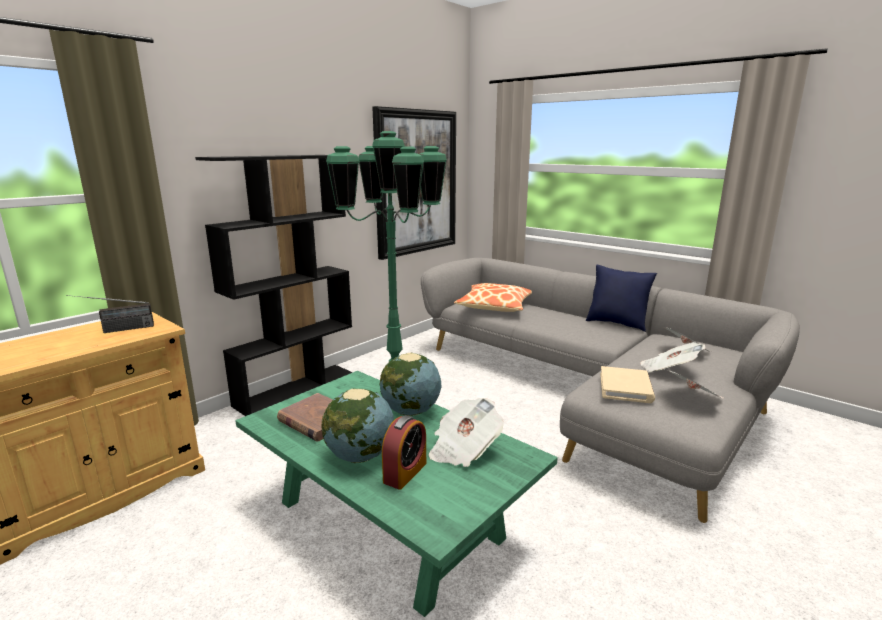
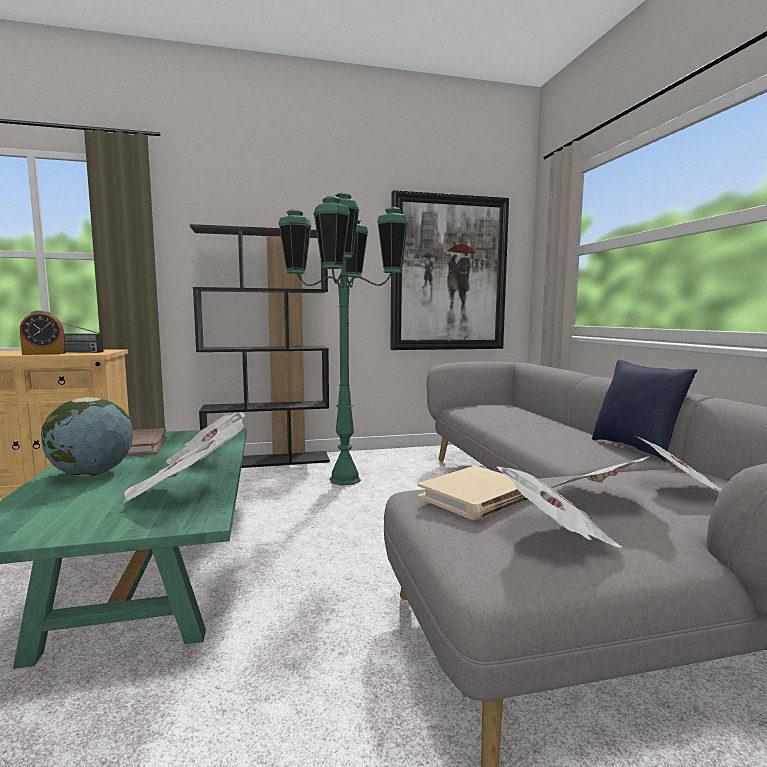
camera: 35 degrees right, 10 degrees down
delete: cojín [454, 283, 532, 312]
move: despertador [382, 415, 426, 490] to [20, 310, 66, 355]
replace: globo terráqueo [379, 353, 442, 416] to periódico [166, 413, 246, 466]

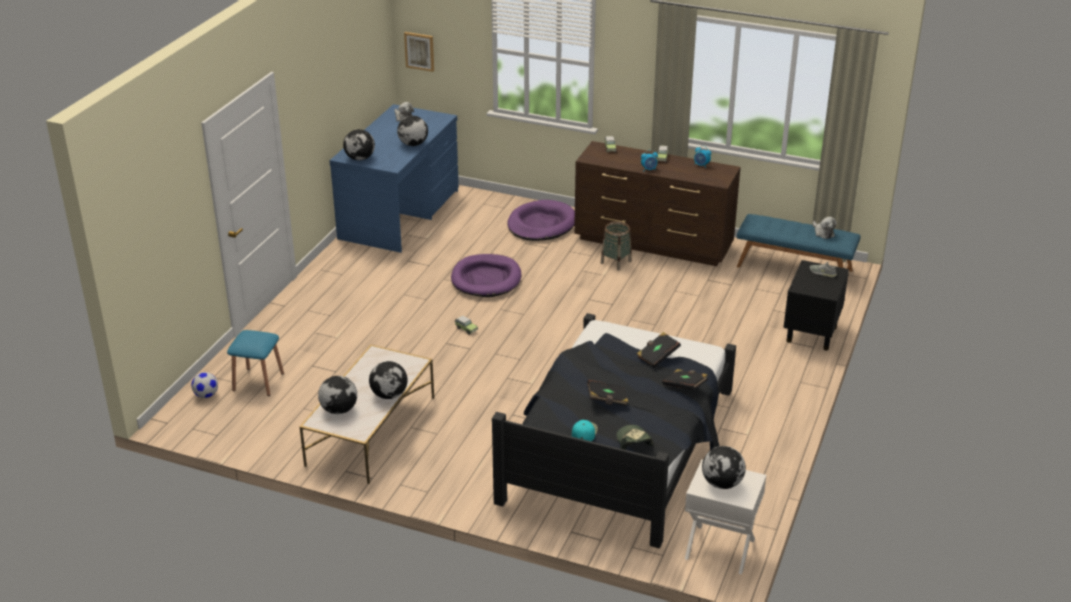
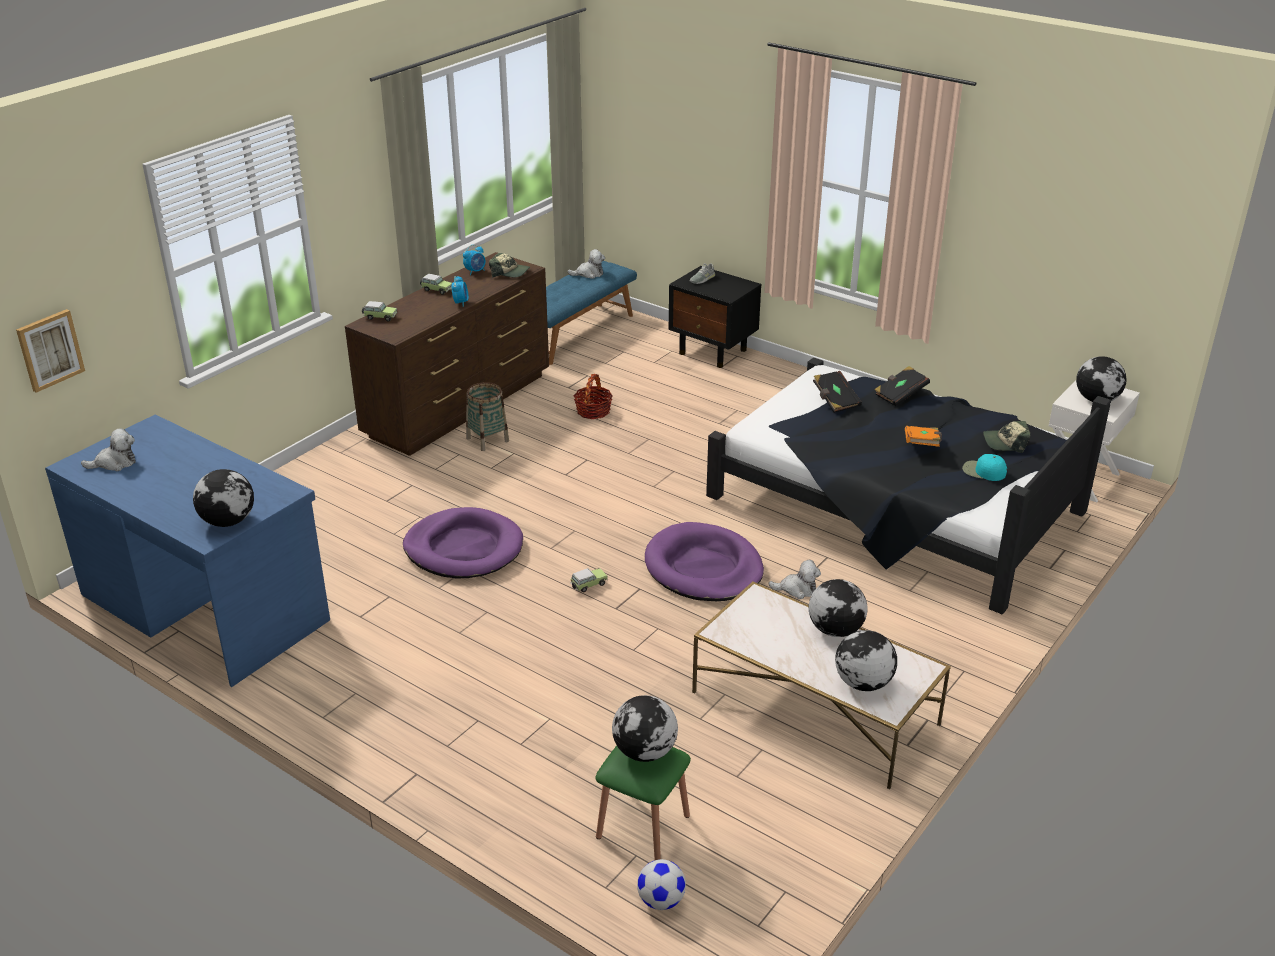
camera: 75 degrees left, 0 degrees up
insert: gorra [489, 253, 530, 278]; cesta [574, 374, 613, 419]; peluche [768, 560, 821, 599]
move: globo terráqueo [397, 116, 428, 146] to [612, 695, 678, 762]; cama para perro (morado) [507, 200, 575, 241] to [645, 522, 764, 601]
recolor: taburete (azul) [227, 330, 284, 396] to taburete (verde) [595, 745, 691, 860]; libro (negro) [587, 380, 628, 406] to libro (naranja) [905, 426, 942, 447]

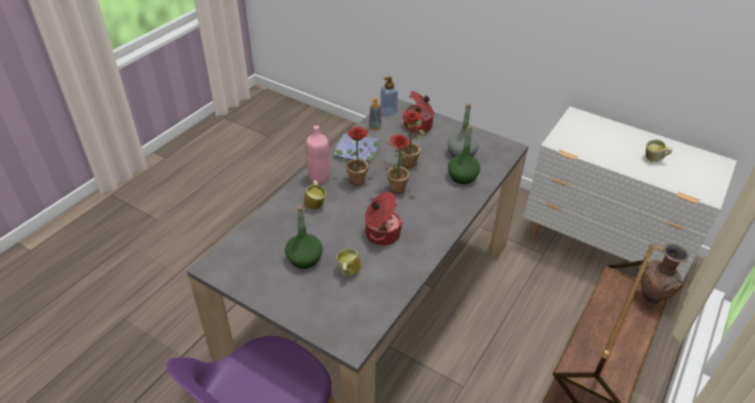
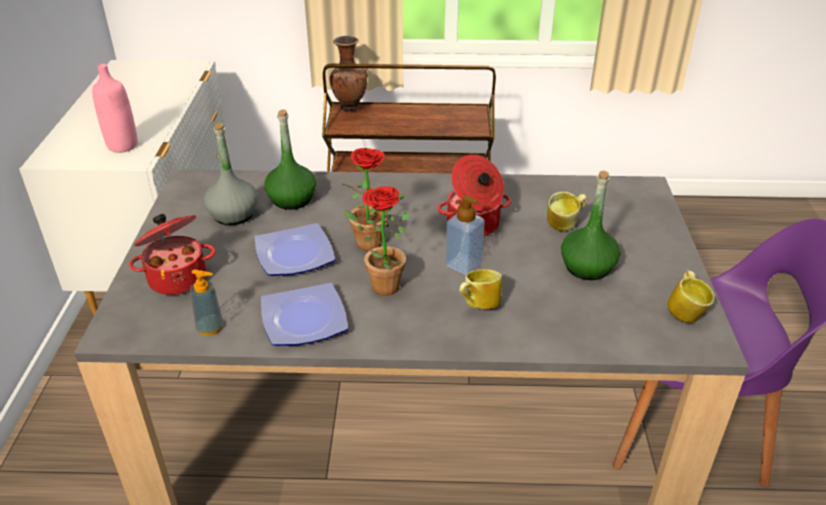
camera: 120 degrees left, 5 degrees down
move: dispensador de jabón [380, 76, 398, 116] to [446, 195, 485, 275]; botella (rosa) [306, 125, 330, 184] to [92, 64, 138, 153]; taza grande [646, 139, 672, 162] to [668, 270, 714, 323]
replace: planta en maceta [388, 111, 425, 169] to plato [254, 223, 335, 276]

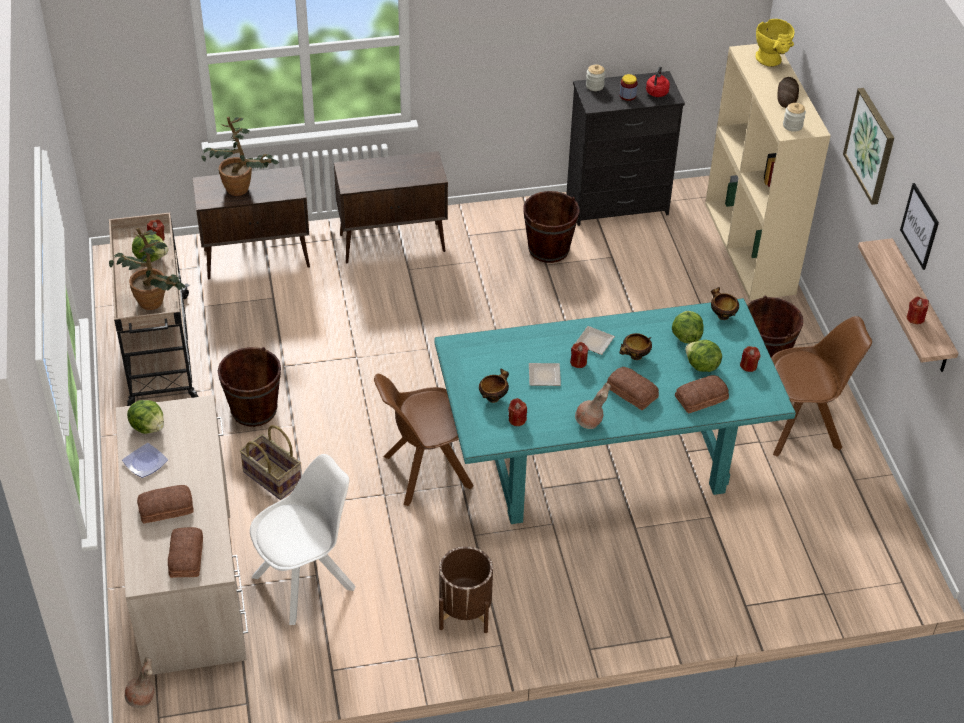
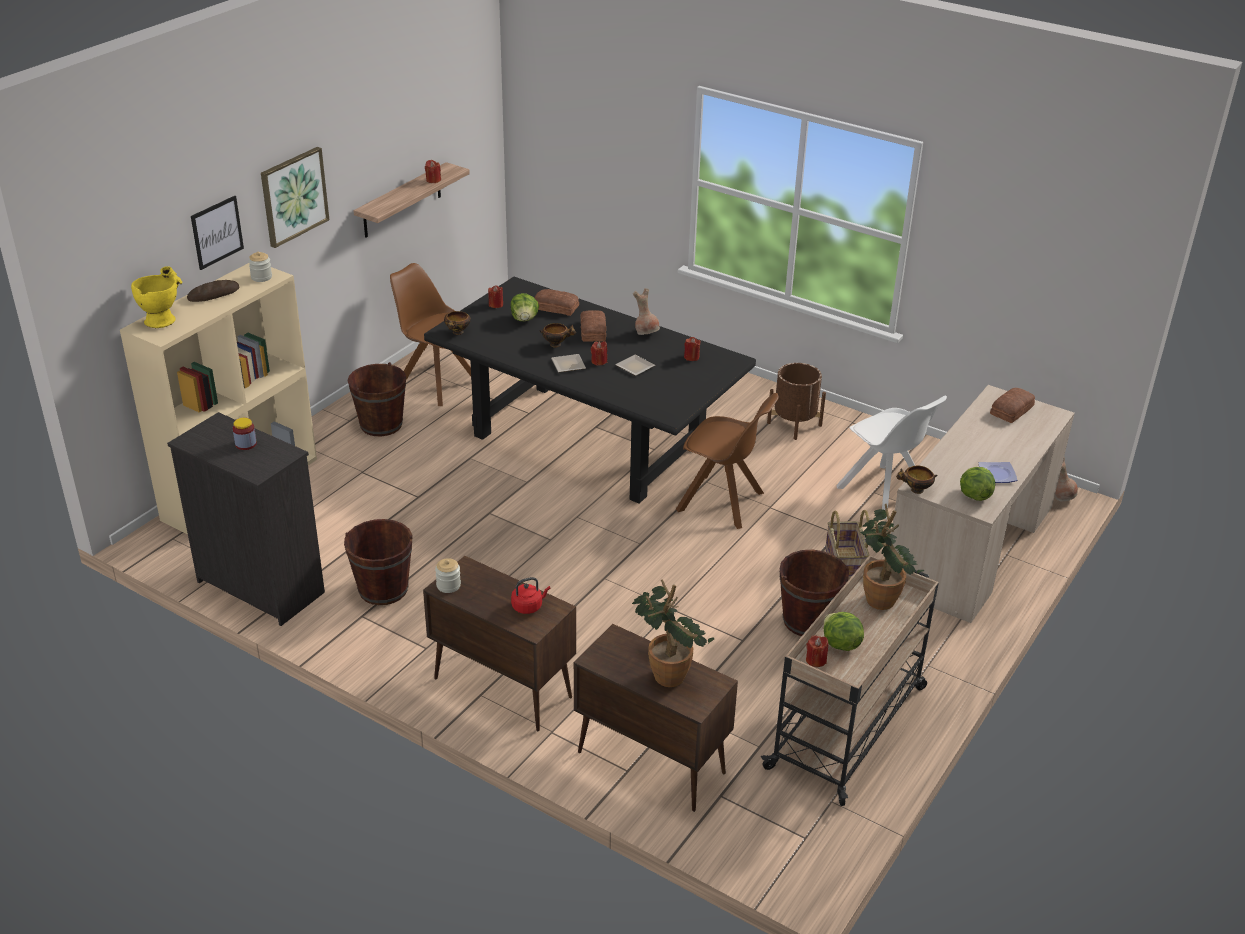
camera: 135 degrees left, 10 degrees down
delete: lechuga [672, 311, 704, 344]; pan [137, 485, 194, 524]
move: tarro [586, 65, 605, 91] to [435, 558, 461, 593]; hervidor (rojo) [646, 66, 670, 97] to [511, 577, 551, 614]; cuadro [900, 183, 939, 270] to [191, 196, 244, 270]; cuenco [479, 368, 509, 403] to [896, 466, 938, 494]
recolor: mesa de comedor (turquesa) [435, 298, 796, 524] to mesa de comedor (negro) [424, 277, 756, 503]
rotate: silla (blanco) [250, 454, 356, 625] = [836, 396, 947, 519] 135 degrees counterclockwise

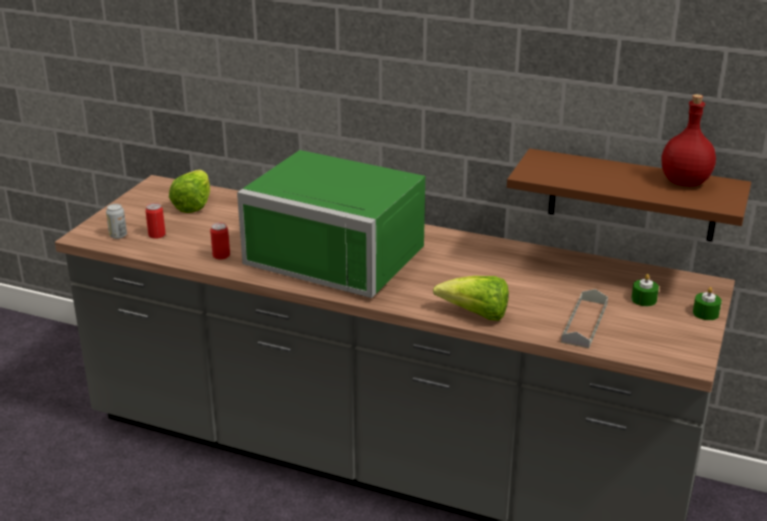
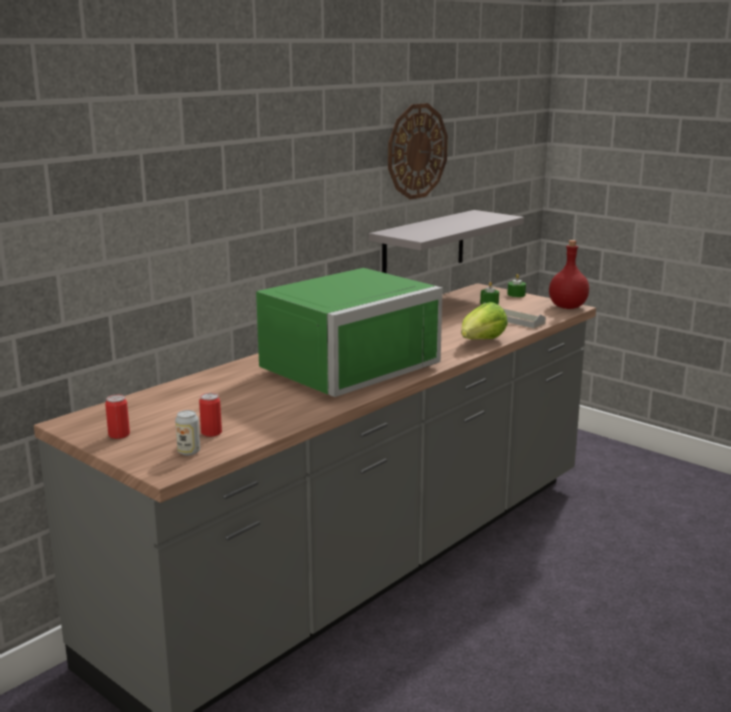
camera: 70 degrees left, 10 degrees down
delete: lechuga [169, 170, 210, 213]
insert: reloj de pared [388, 103, 448, 200]
move: botella (rojo) [662, 94, 716, 186] to [549, 240, 589, 309]; lata [210, 223, 230, 259] to [105, 395, 130, 439]
recolor: estante (marrón) [507, 148, 751, 242] to estante (gris) [369, 210, 524, 273]

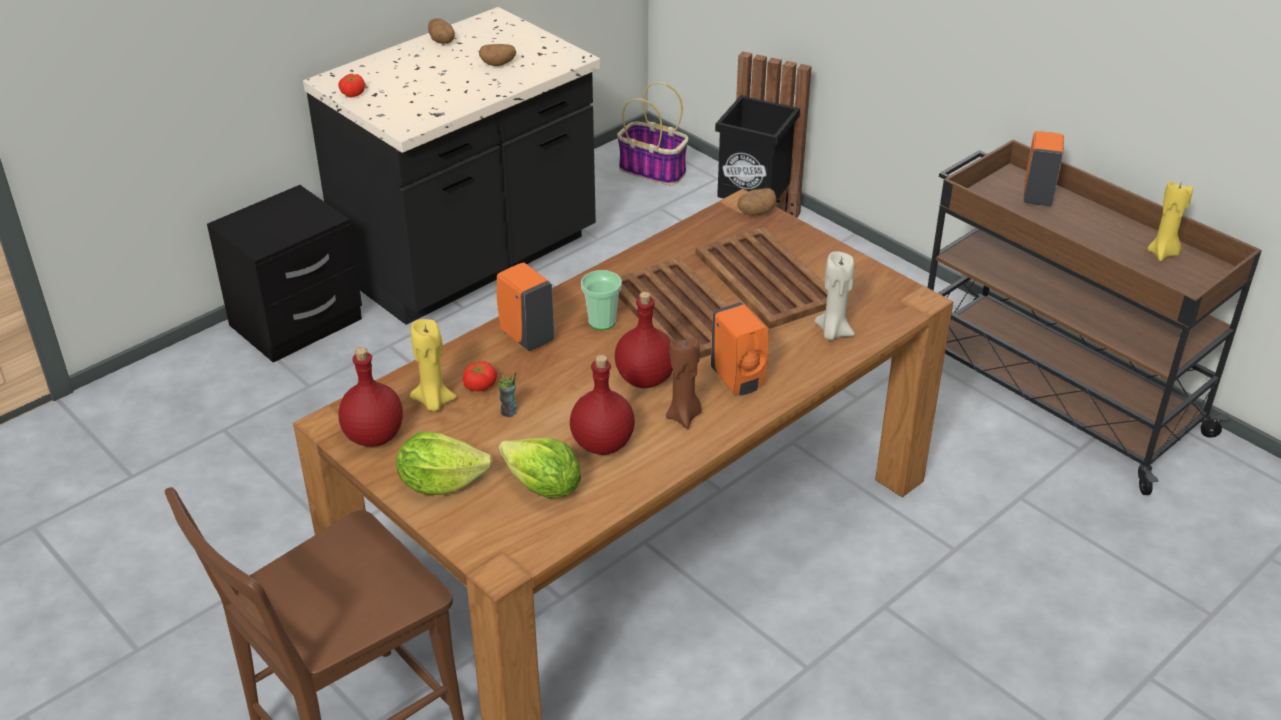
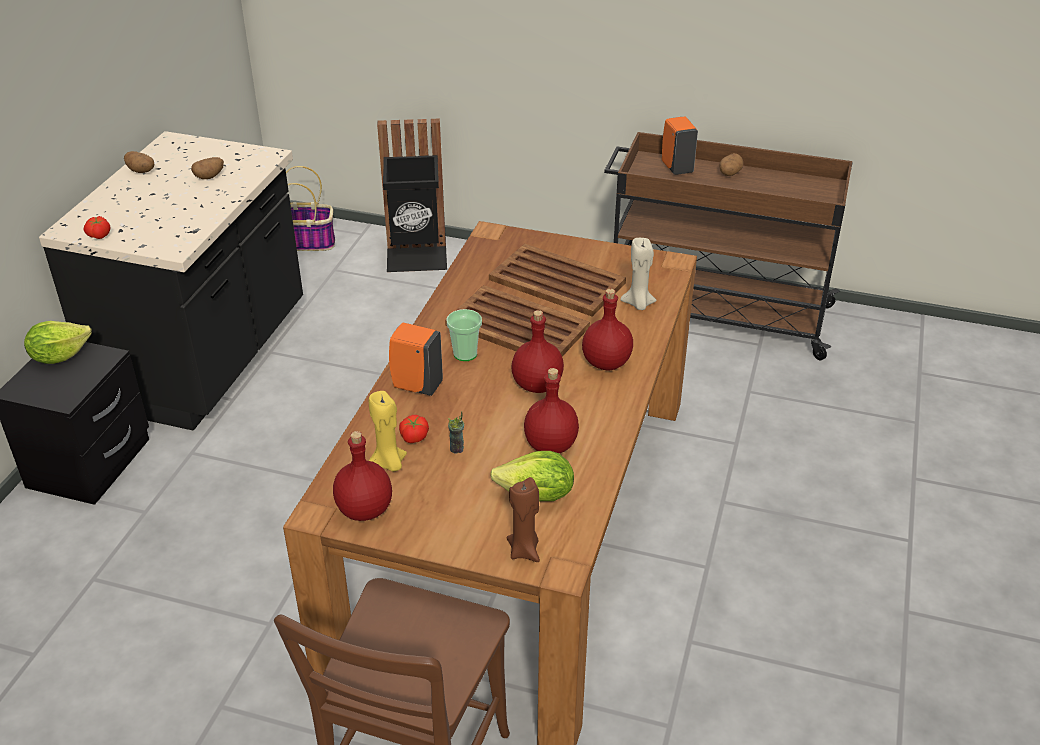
camera: 30 degrees left, 0 degrees up
delete: vela (amarillo) [1147, 181, 1193, 261]
move: patata [737, 188, 776, 216] to [719, 153, 743, 176]; vela (marrón) [666, 338, 702, 429] to [506, 477, 540, 562]; lechuga [396, 432, 493, 495] to [24, 321, 92, 364]
replace: dispensador de jabón (naranja) [711, 302, 768, 396] to botella (rojo) [582, 289, 633, 371]

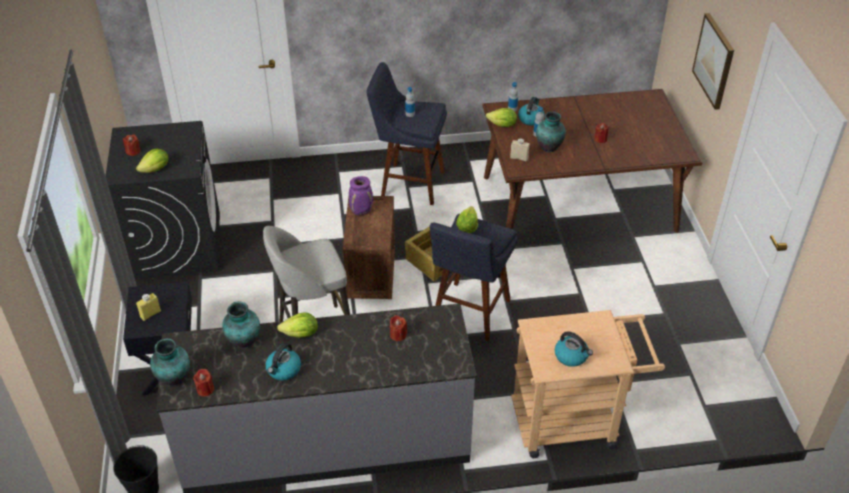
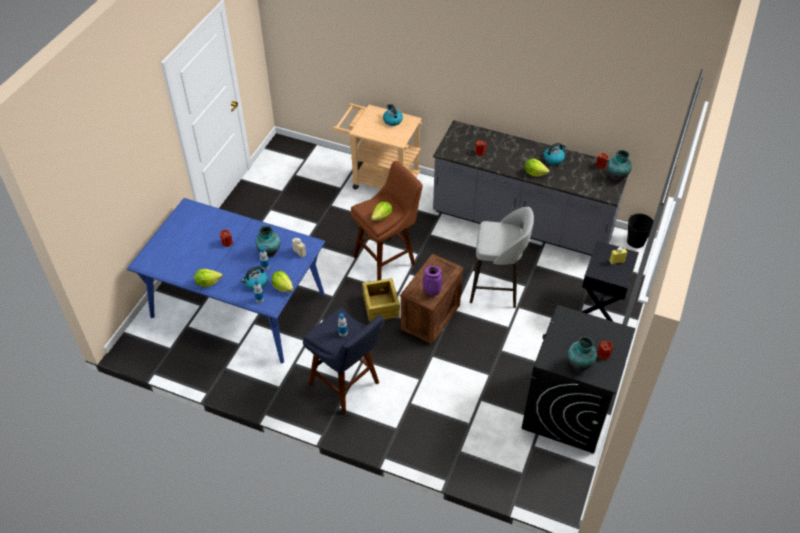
camera: 150 degrees left, 5 degrees up
delete: cuadro [692, 13, 734, 110]
move: lechuga [136, 149, 169, 173] to [194, 269, 223, 287]; florero [222, 301, 260, 349] to [568, 337, 597, 372]
recolor: mesa de comedor (marrón) [482, 89, 702, 233] to mesa de comedor (azul) [127, 198, 325, 363]; taburete (azul) [430, 214, 518, 342] to taburete (marrón) [350, 161, 423, 281]

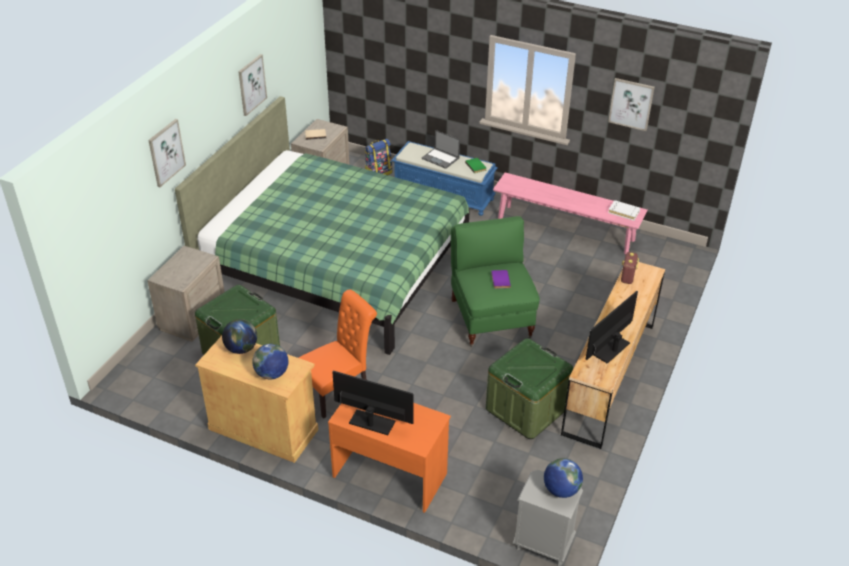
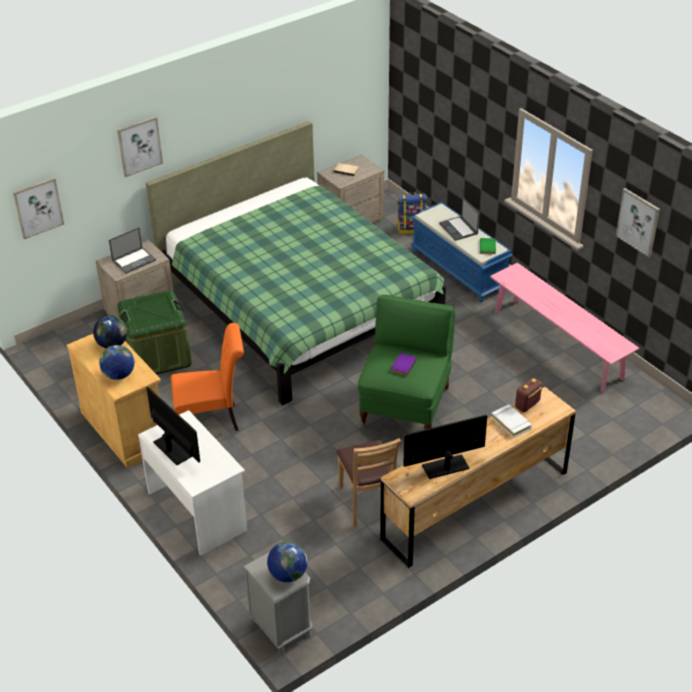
camera: 30 degrees right, 0 degrees up
insert: portátil [109, 227, 156, 274]
move: cuadro [238, 54, 267, 116] to [13, 178, 64, 239]; libro (blanco) [608, 200, 640, 221] to [491, 404, 532, 438]
replace: caja de almacenaje (verde) [486, 338, 573, 439] to silla (marrón) [337, 438, 401, 527]
recolor: escritorio (naranja) [328, 403, 451, 513] to escritorio (blanco) [138, 410, 247, 556]

